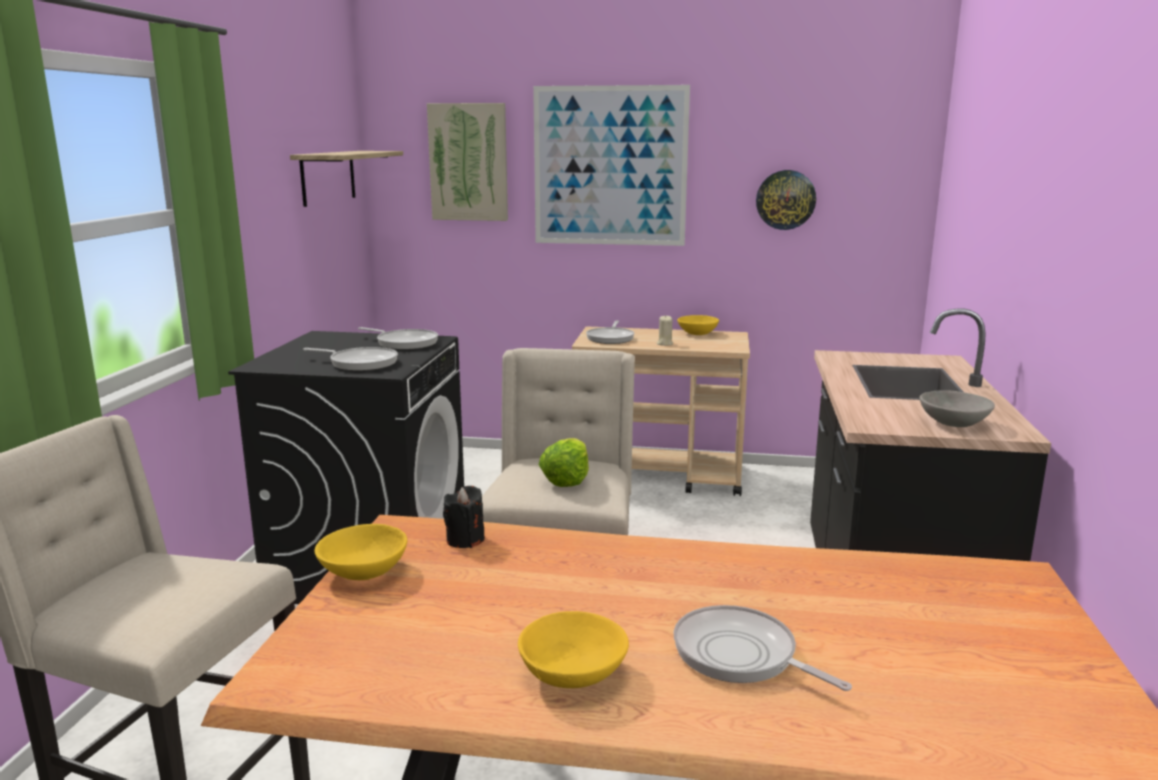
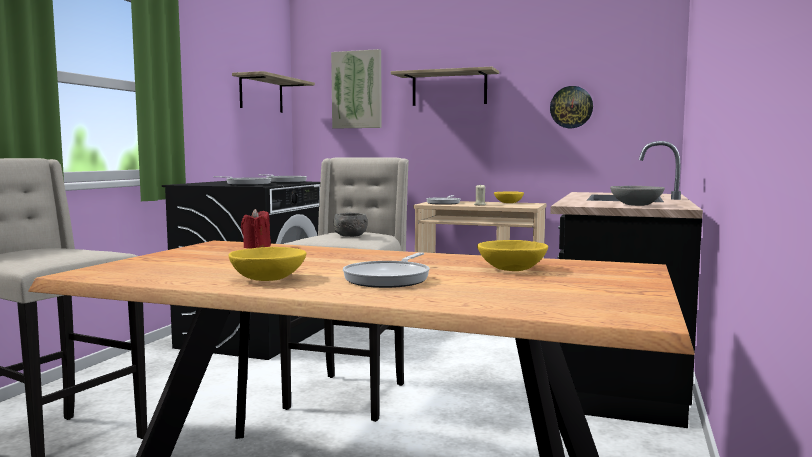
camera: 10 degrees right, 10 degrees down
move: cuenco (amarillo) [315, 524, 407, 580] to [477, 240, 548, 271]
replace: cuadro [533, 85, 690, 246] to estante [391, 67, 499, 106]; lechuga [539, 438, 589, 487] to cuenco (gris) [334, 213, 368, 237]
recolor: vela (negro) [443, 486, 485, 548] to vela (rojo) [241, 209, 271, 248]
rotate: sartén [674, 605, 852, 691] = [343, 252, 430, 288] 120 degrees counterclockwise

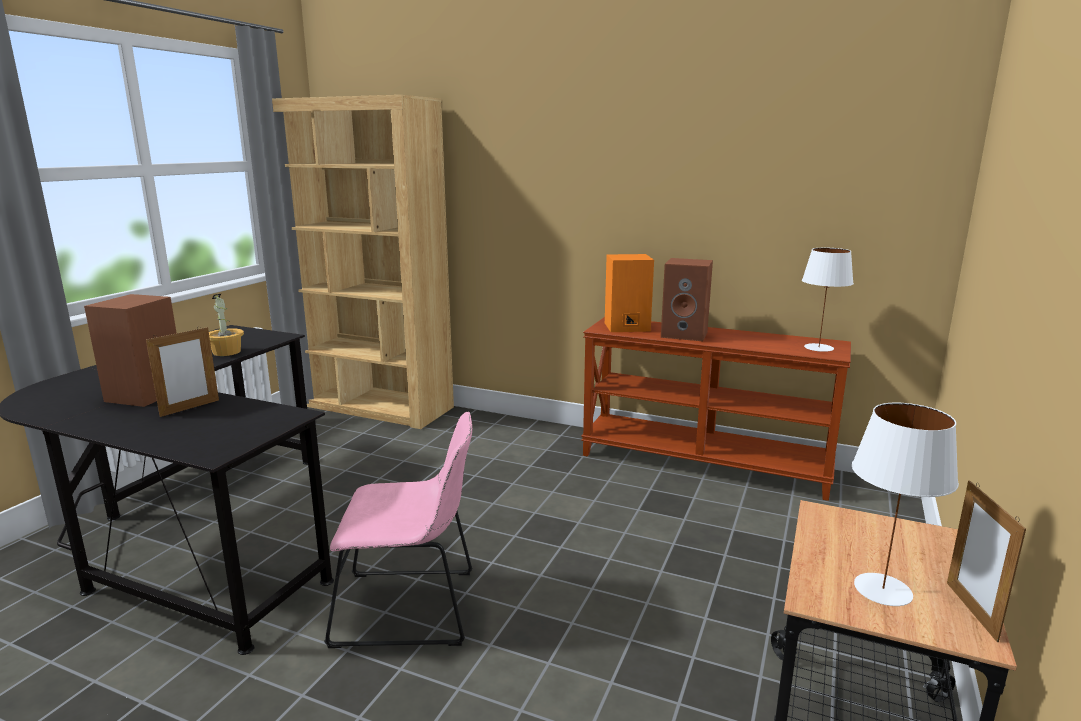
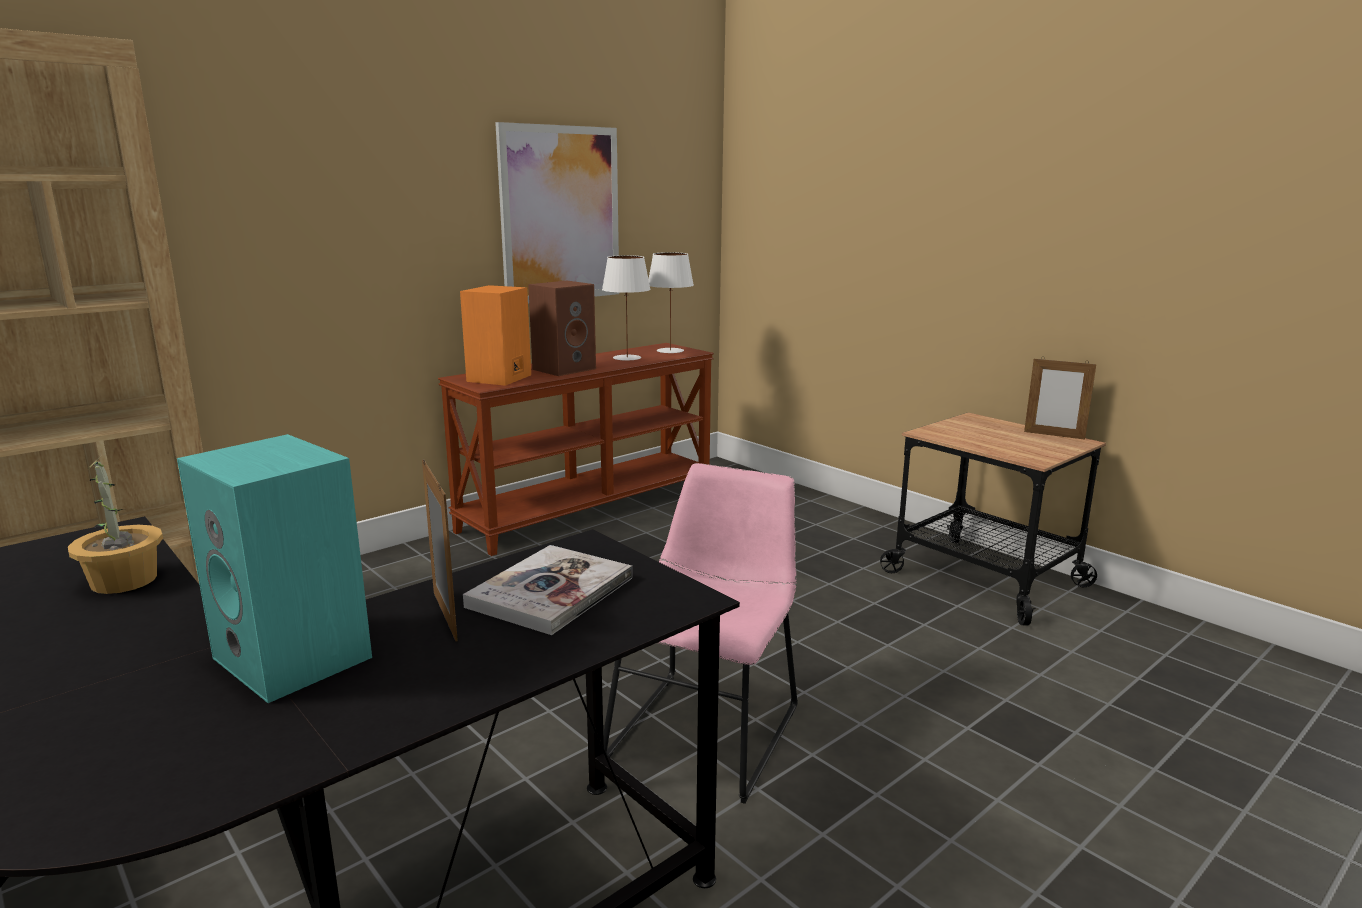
camera: 65 degrees left, 0 degrees up
insert: cuadro [495, 122, 619, 303]; libro [463, 545, 632, 635]
move: lámpara de mesa (blanco) [852, 402, 959, 606] to [602, 255, 651, 361]
recolor: altavoz (marrón) [84, 294, 176, 407] to altavoz (turquesa) [177, 434, 372, 703]

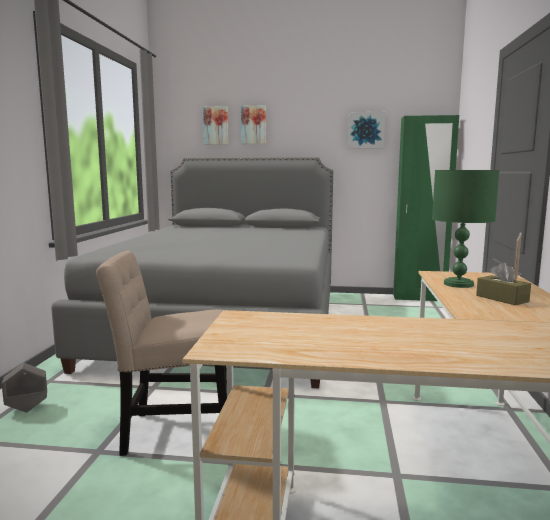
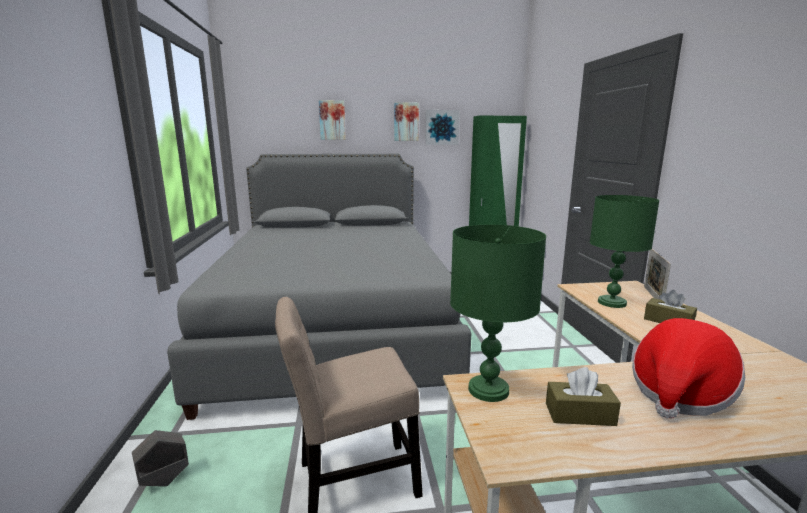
camera: 15 degrees left, 5 degrees up
insert: lámpara de mesa (verde) [450, 225, 546, 402]; sombrero [632, 318, 745, 418]; caja de pañuelos (marrón) [546, 367, 621, 426]
move: cuadro [203, 106, 228, 145] to [394, 102, 419, 141]

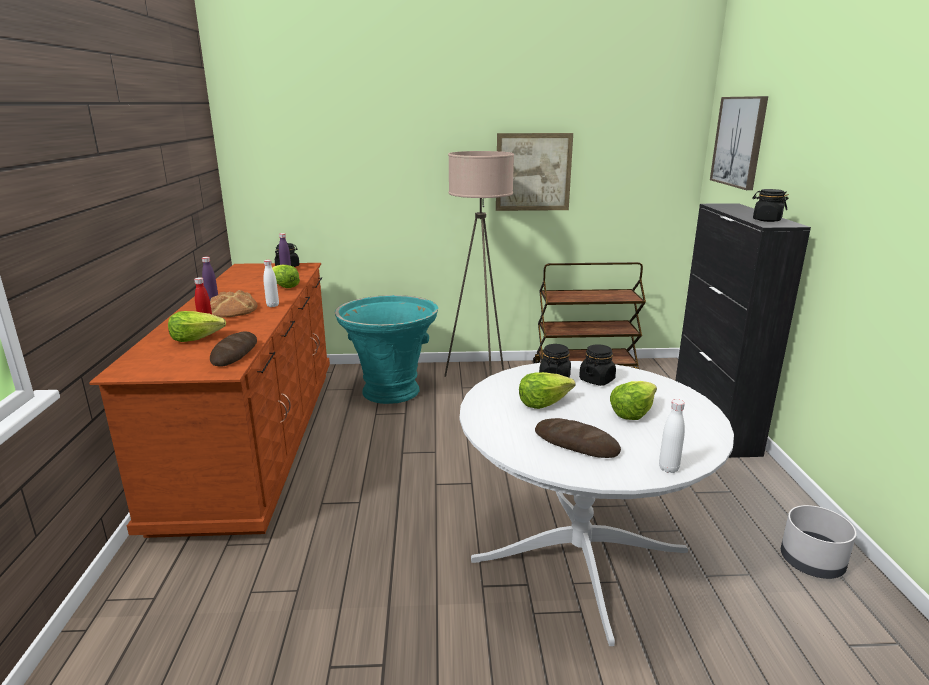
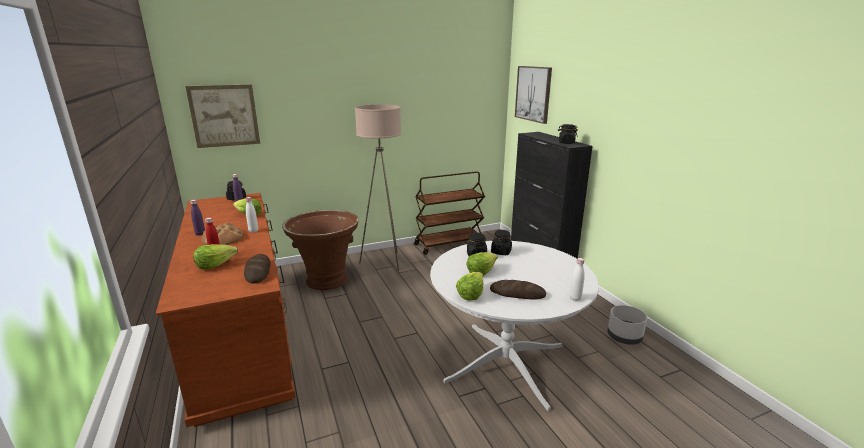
camera: 20 degrees left, 0 degrees up
move: cuadro [496, 133, 573, 211] to [186, 84, 260, 148]; lechuga [610, 381, 657, 420] to [456, 272, 483, 301]
recolor: maceta (turquesa) [335, 295, 438, 404] to maceta (marrón) [282, 210, 359, 290]

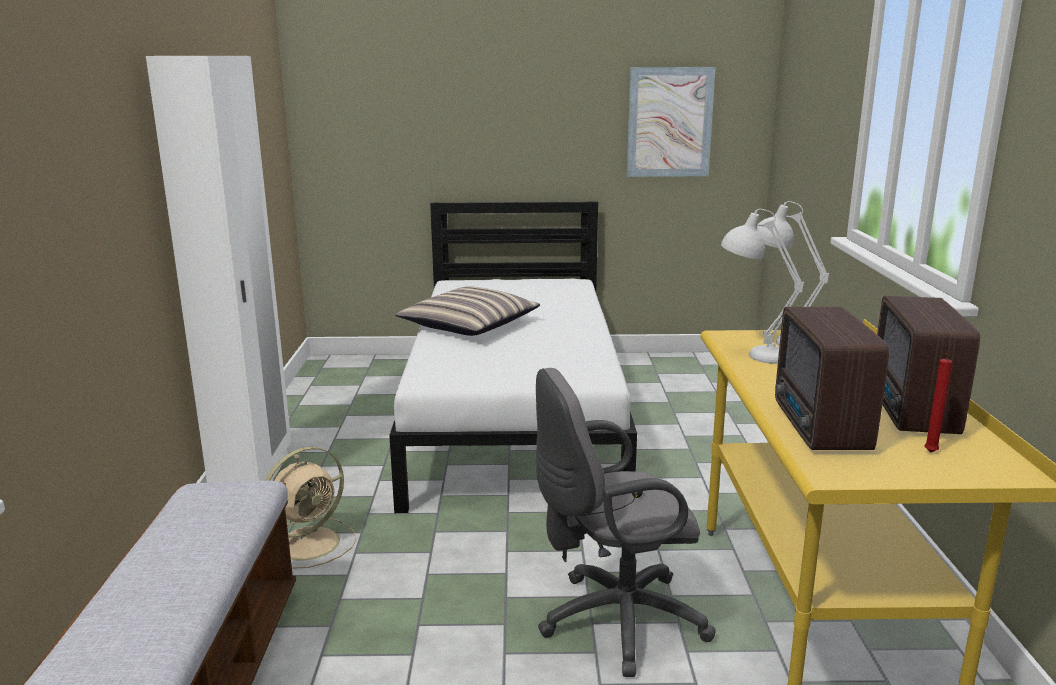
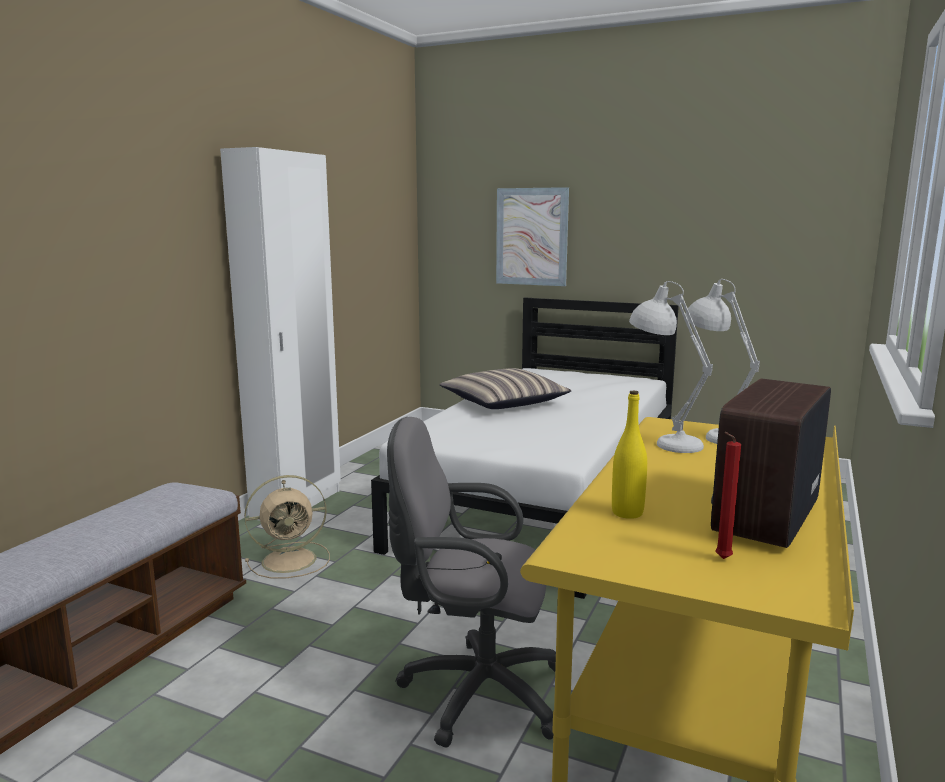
camera: 25 degrees right, 5 degrees down
move: cuadro [627, 67, 715, 177] to [496, 187, 569, 286]
replace: radio [775, 307, 889, 450] to botella (amarillo) [612, 390, 647, 519]

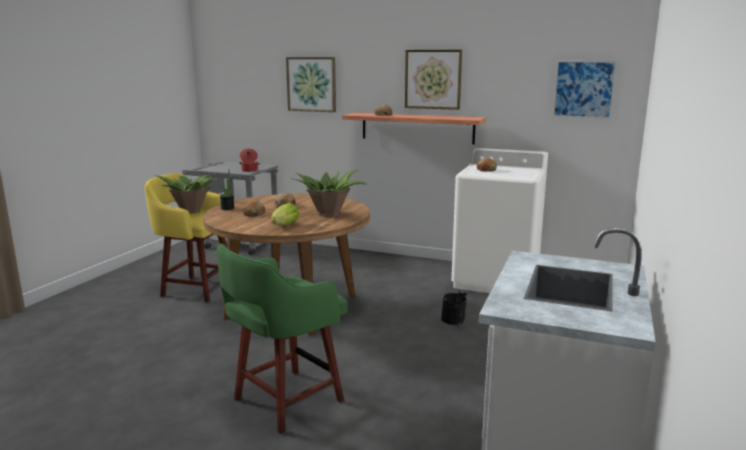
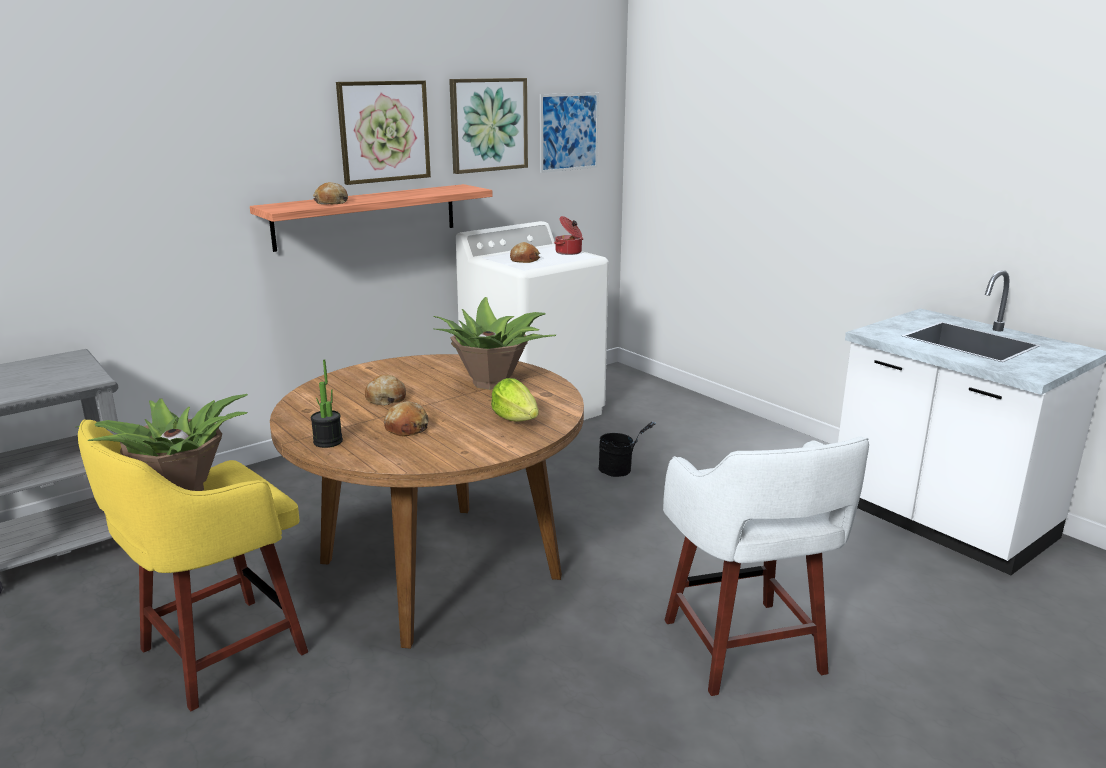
camera: 60 degrees left, 5 degrees up
move: cuadro [286, 57, 336, 112] to [449, 78, 528, 174]; olla [239, 149, 260, 172] to [554, 216, 583, 255]
recolor: taburete (verde) [217, 244, 348, 434] to taburete (blanco) [663, 436, 869, 696]

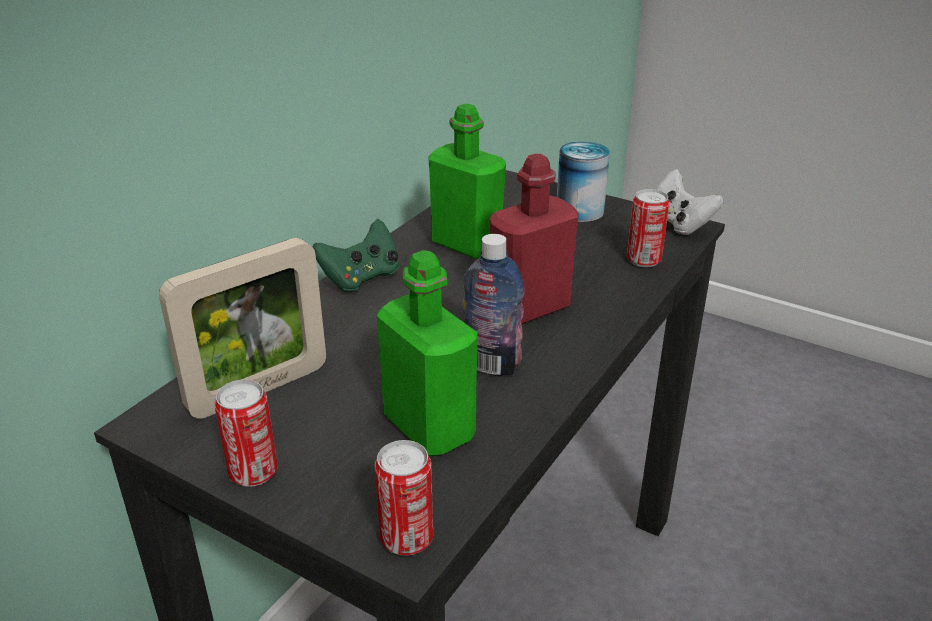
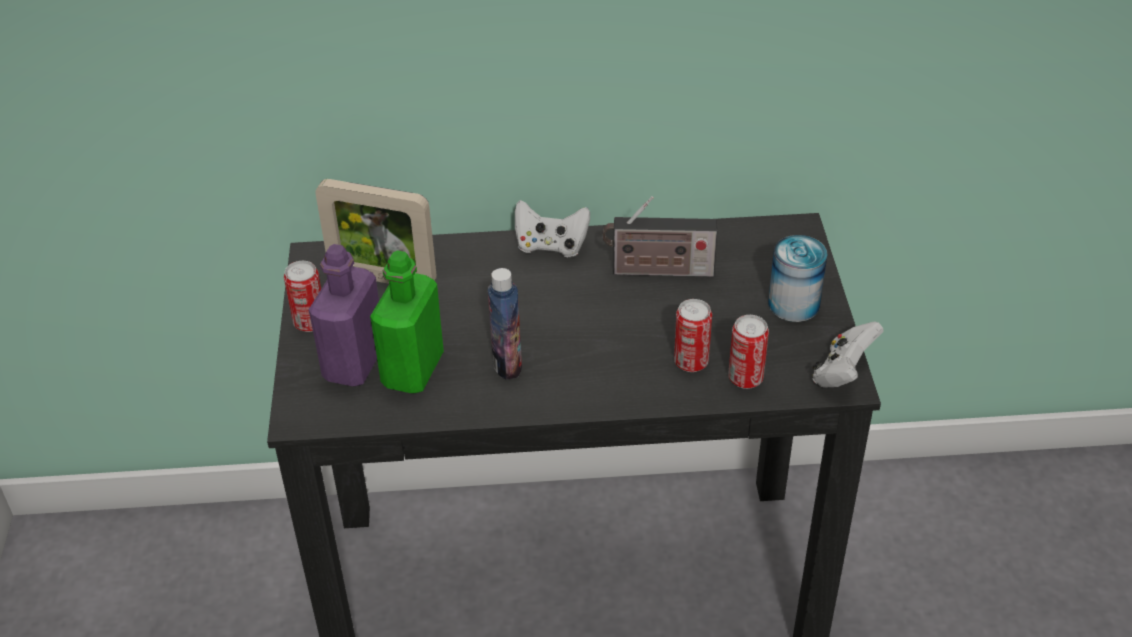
camera: 55 degrees right, 10 degrees up
delete: botella (rojo) [490, 154, 579, 324]
insert: botella (morado) [309, 244, 379, 386]
move: lata [375, 440, 433, 556] to [674, 299, 712, 372]
replace: botella (verde) [428, 104, 506, 259] to radio [603, 196, 718, 277]
recolor: mando de consola (verde) [313, 219, 399, 292] to mando de consola (blanco) [515, 200, 590, 258]

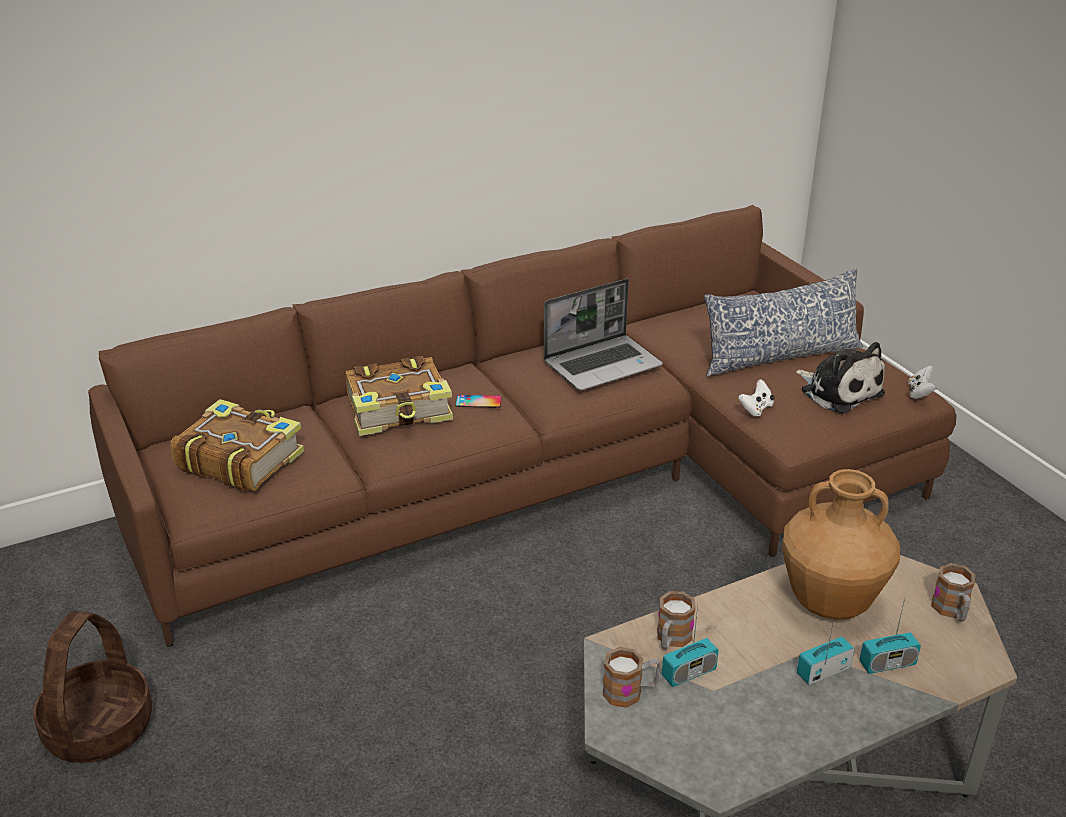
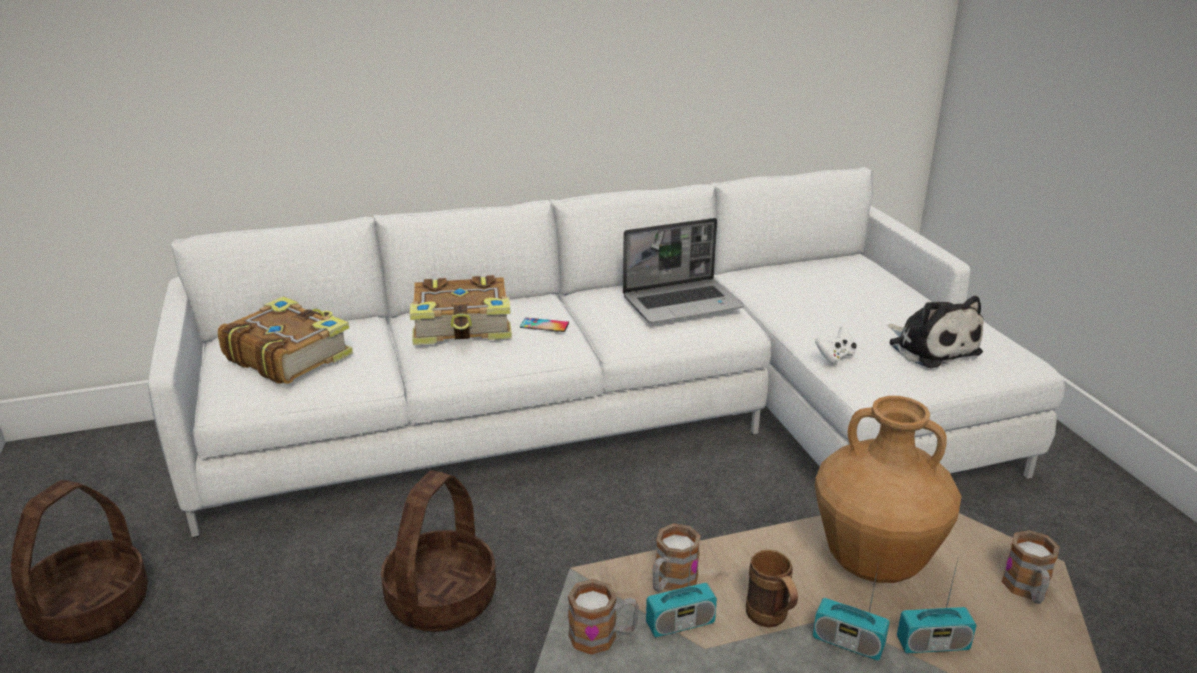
camera: 10 degrees right, 5 degrees down
delete: cojín [704, 269, 863, 377]; mando de consola (blanco) [908, 366, 936, 399]
insert: cesta [381, 470, 496, 632]; taza grande (marrón) [746, 550, 798, 627]
recolor: sofá (marrón) [88, 205, 956, 647] to sofá (blanco) [148, 167, 1065, 538]
rotate: radio [797, 624, 855, 685] = [813, 561, 890, 660] 135 degrees counterclockwise

